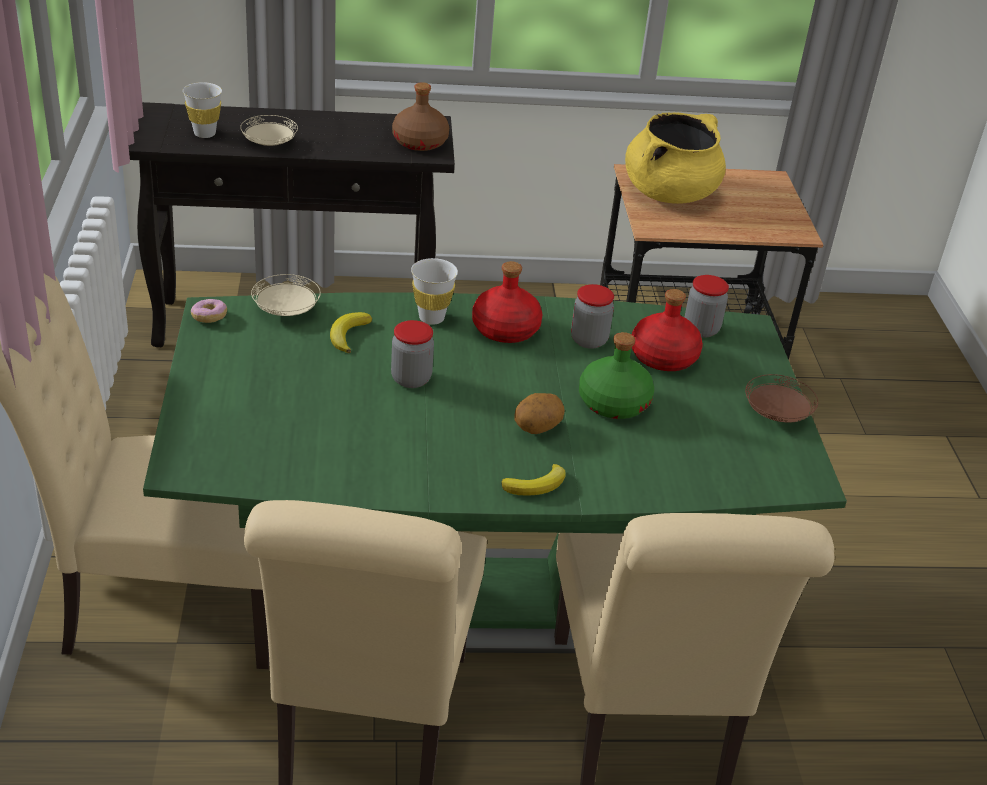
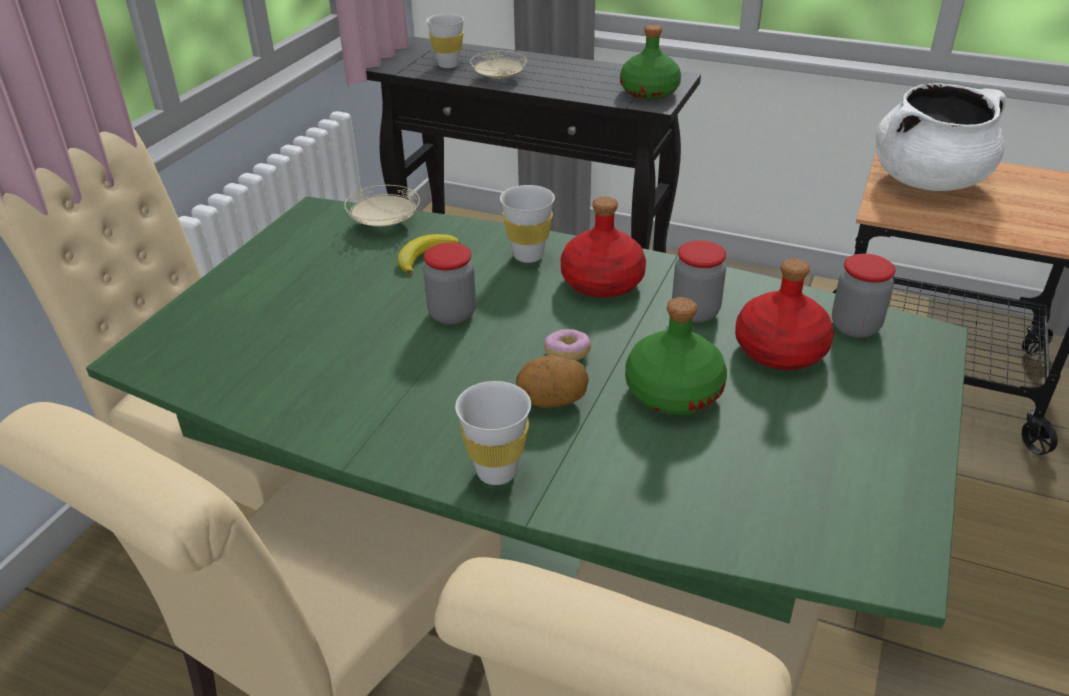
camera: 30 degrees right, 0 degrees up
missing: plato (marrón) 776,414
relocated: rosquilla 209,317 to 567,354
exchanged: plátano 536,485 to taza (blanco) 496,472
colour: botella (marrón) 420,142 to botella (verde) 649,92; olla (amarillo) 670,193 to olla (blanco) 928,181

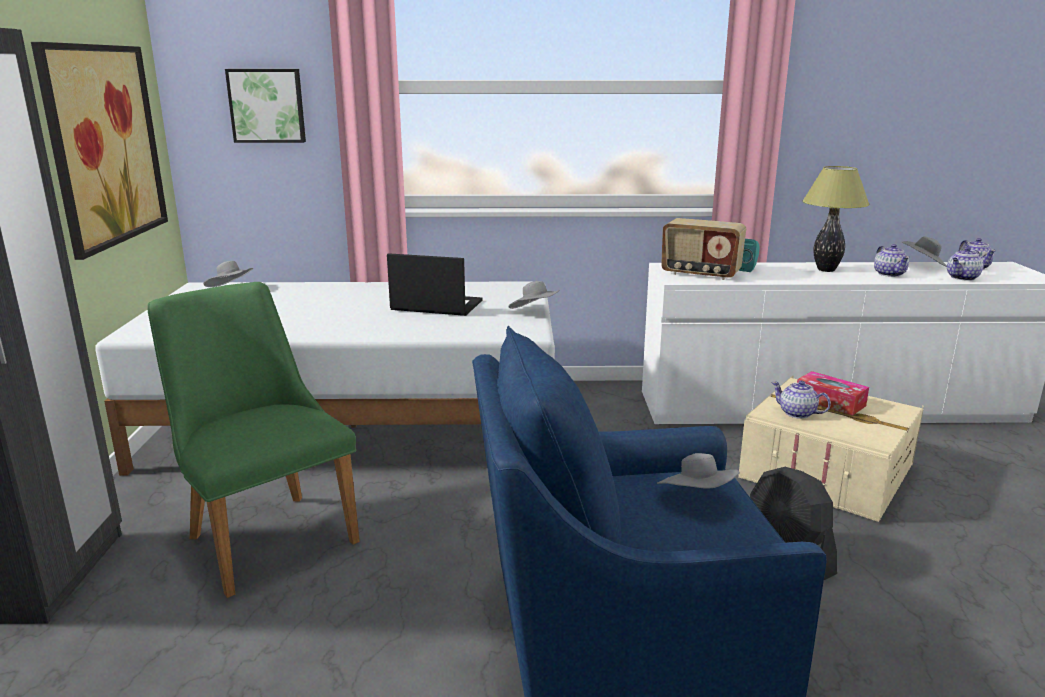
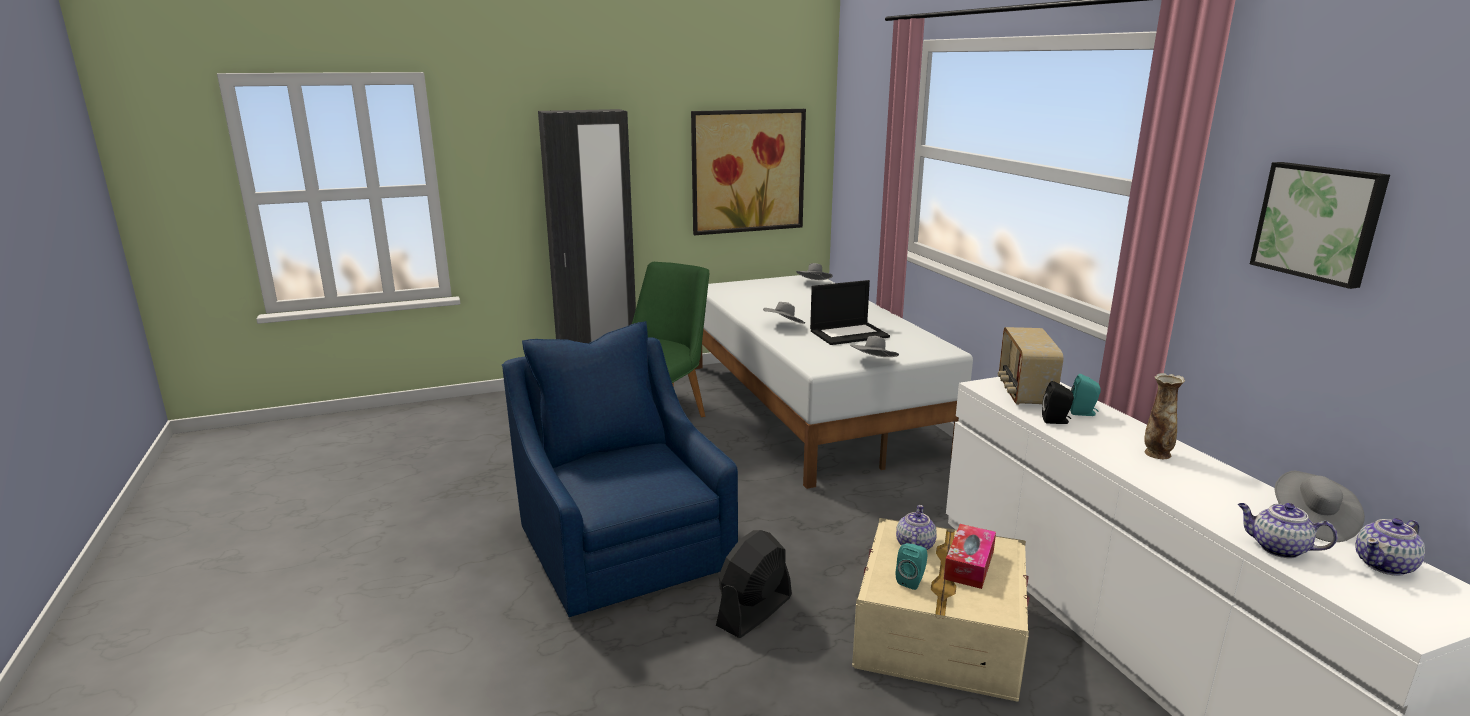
camera: 70 degrees right, 0 degrees up
missing: tetera 889,274
appeared: altavoz (turquesa) 912,580; altavoz (negro) 1056,421
relocated: cuadro 267,106 to 1319,222; sombrero (gris) 697,497 to 784,326
exchanged: lámpara de mesa 825,270 to florero 1156,454
spun: portátil 435,305 = 849,333 75 degrees clockwise

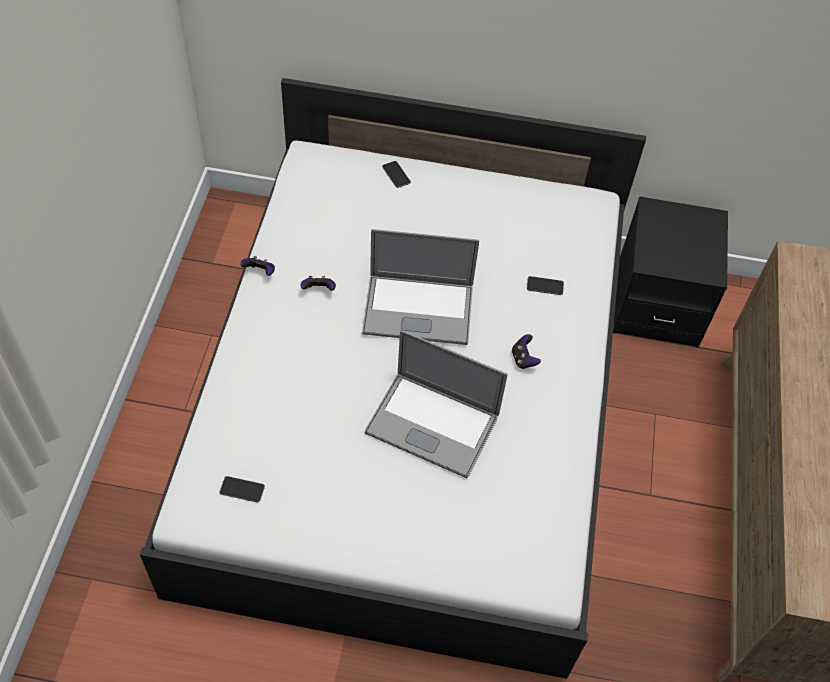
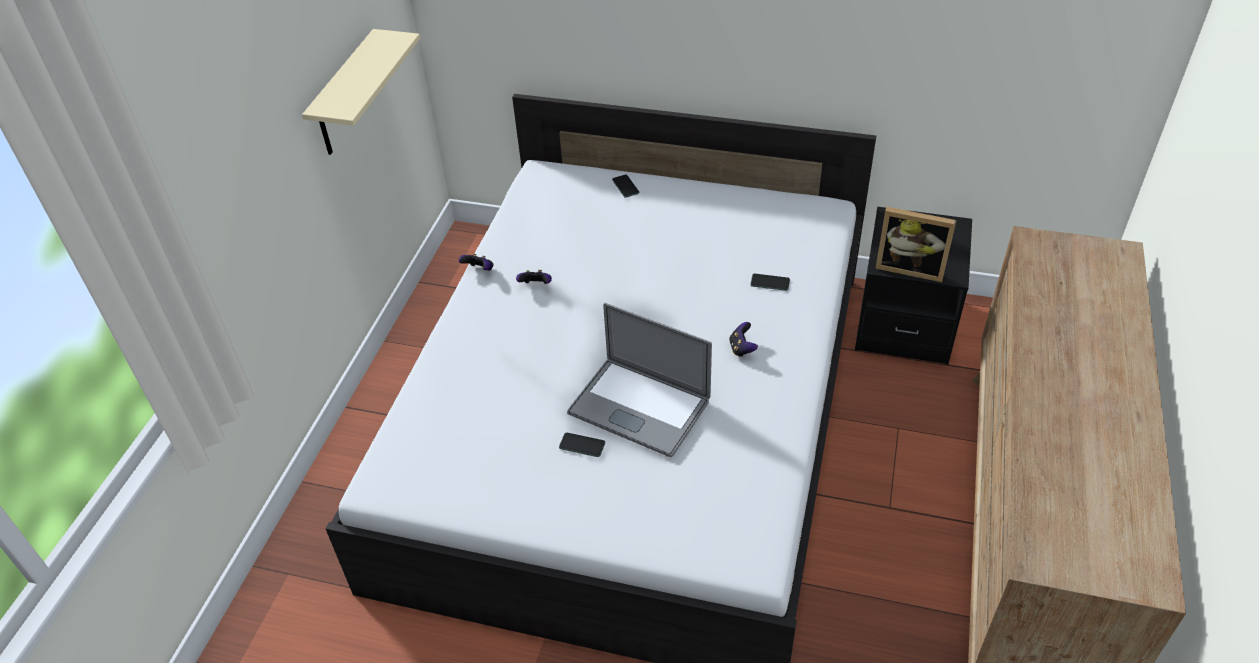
camera: 10 degrees right, 10 degrees down
missing: portátil 418,309
appeared: estante (beis) 346,96; portarretratos 910,268
relocated: móvil 242,489 to 582,445

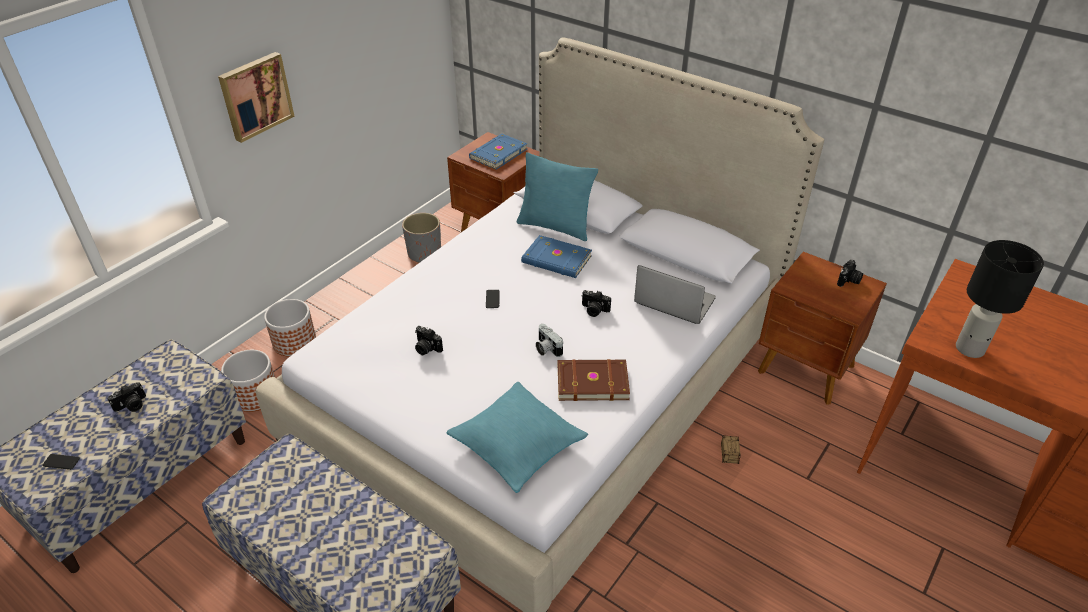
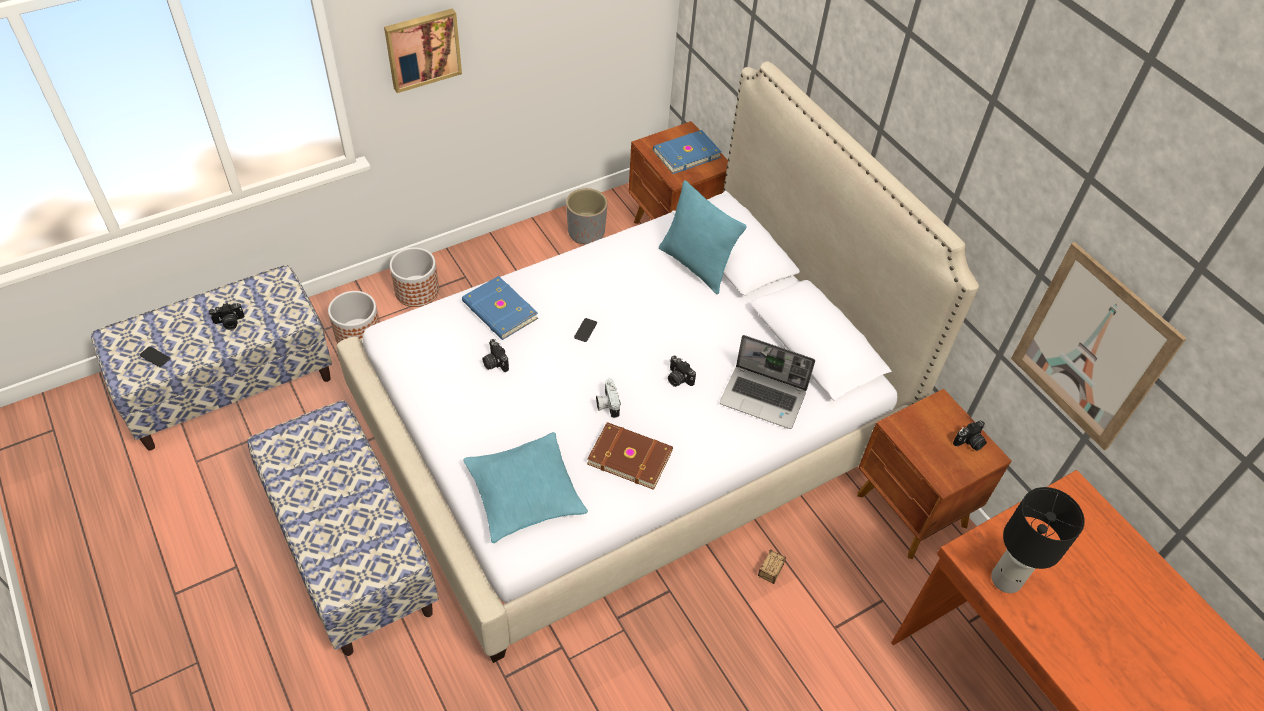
camera: 20 degrees right, 10 degrees up
appeared: cuadro 1091,348
relocated: libro (azul) 556,260 to 499,311
spun: portátil 673,302 = 764,398 150 degrees clockwise

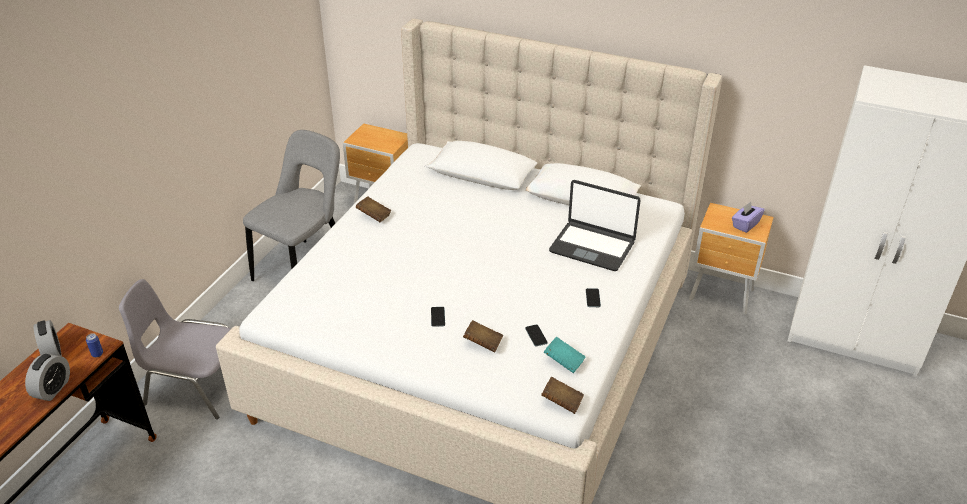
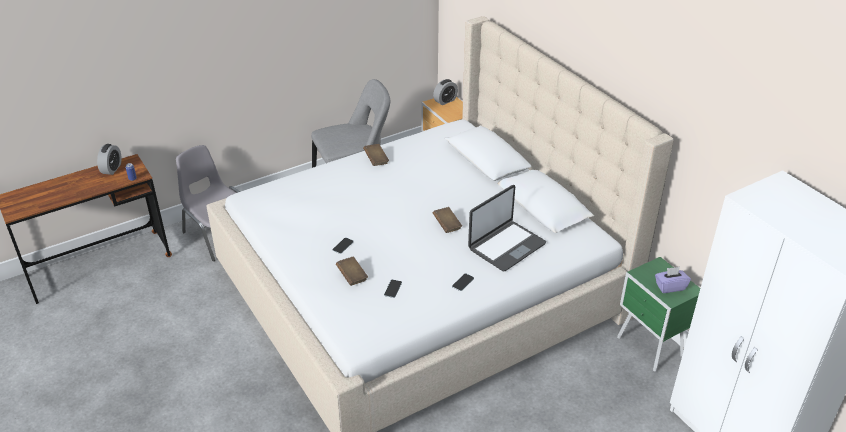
camera: 35 degrees right, 0 degrees up
missing: libro (turquesa) 564,362
relocated: despertador 53,389 to 445,101; libro (marrón) 562,402 to 447,225
colour: mesita de noche (marrón) 722,296 to mesita de noche (verde) 650,348
spun: portátil 592,246 = 506,246 105 degrees counterclockwise

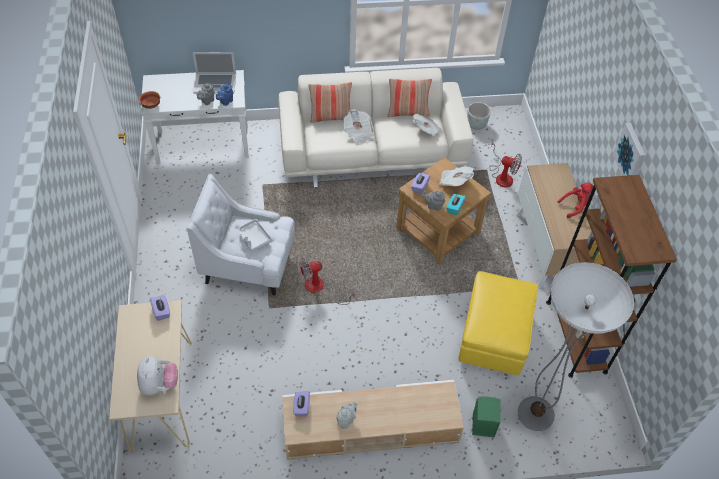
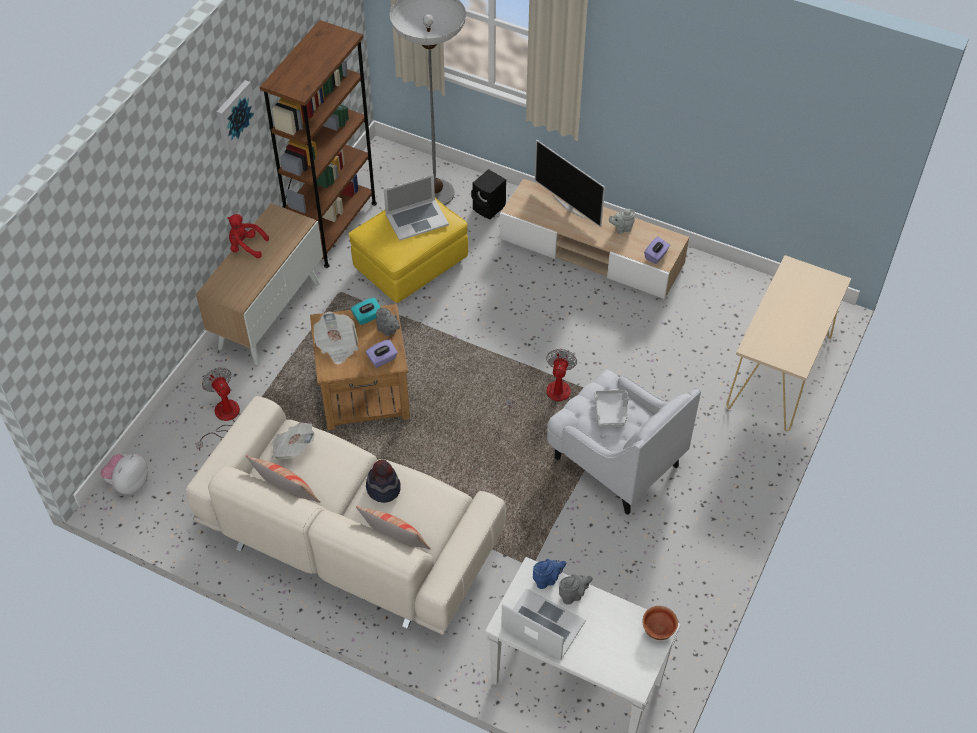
camera: 145 degrees left, 0 degrees up
missing: caja de pañuelos (morado) 162,311; maceta (gris) 476,125
appeared: portátil 416,219; televisor 570,206
relocated: peluche 159,384 to 129,483
exchanged: periódico 358,133 to sombrero 383,488
colour: altavoz (verde) 482,424 to altavoz (negro) 489,208
spun: ventilador 320,288 = 549,395 90 degrees counterclockwise

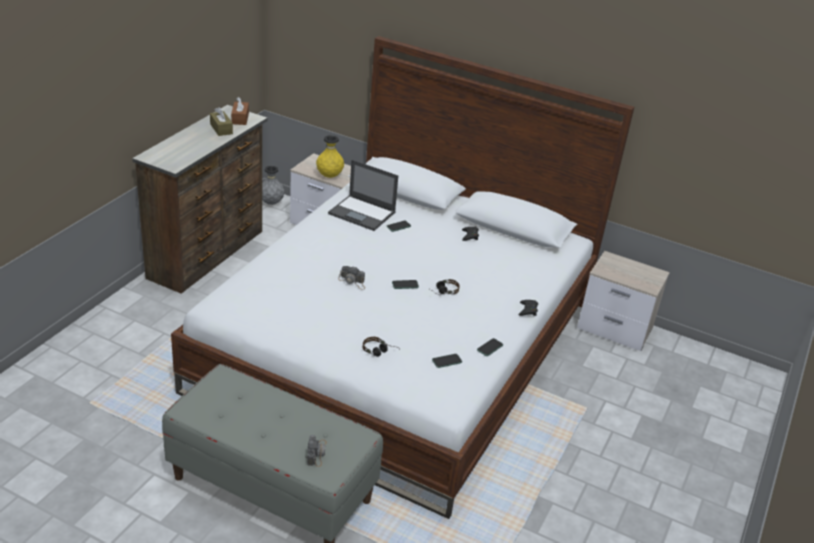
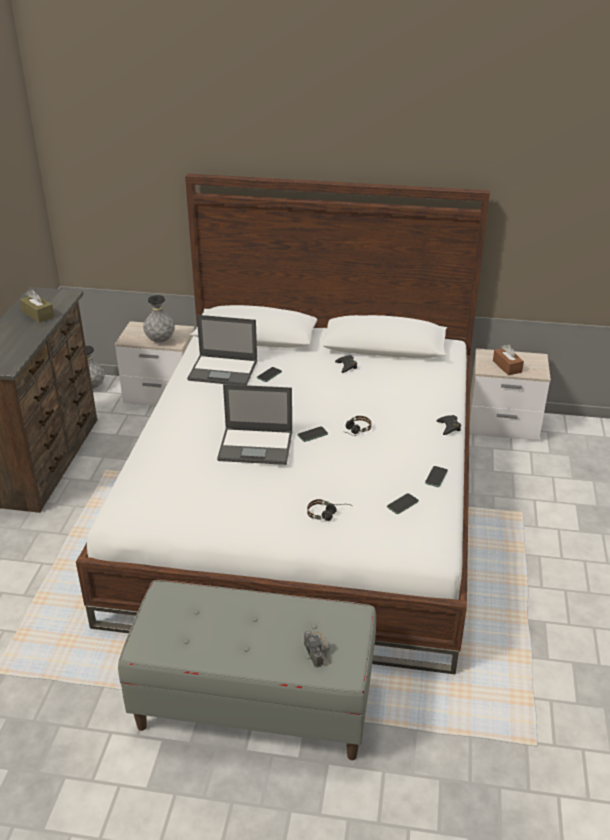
camera: 15 degrees left, 0 degrees up
relocated: caja de pañuelos (marrón) 240,118 to 507,366
exchanged: cámara 352,281 to portátil 256,446
colour: florero (amarillo) 329,176 to florero (gris) 160,341

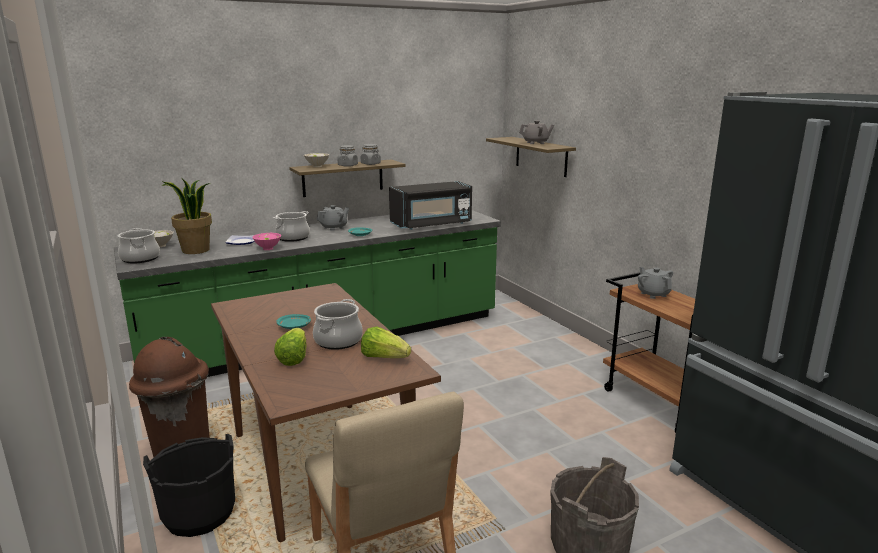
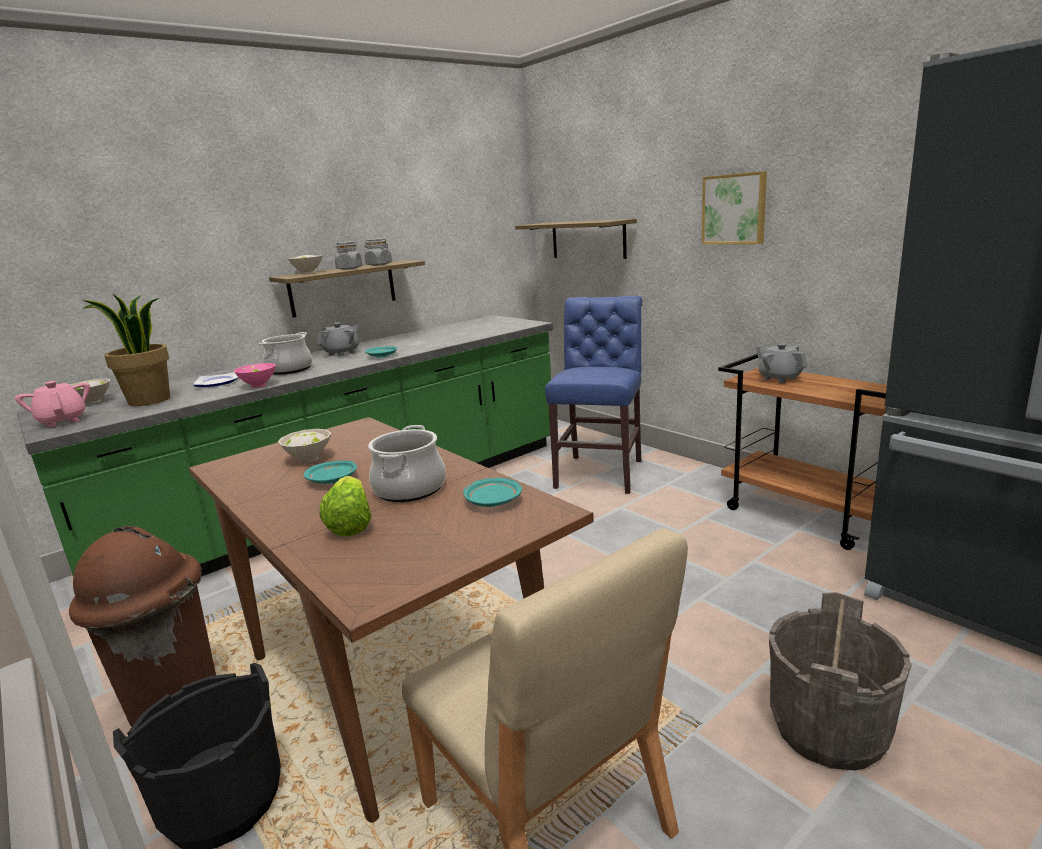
camera: 10 degrees left, 0 degrees up
missing: microondas (negro) 431,224; tetera (gris) 536,143
appeared: cuenco (blanco) 308,459; silla (azul) 601,472; cuadro 734,209
exchanged: olla 140,259 to tetera (rosa) 63,421; lechuga 384,357 to plato (turquesa) 492,501

